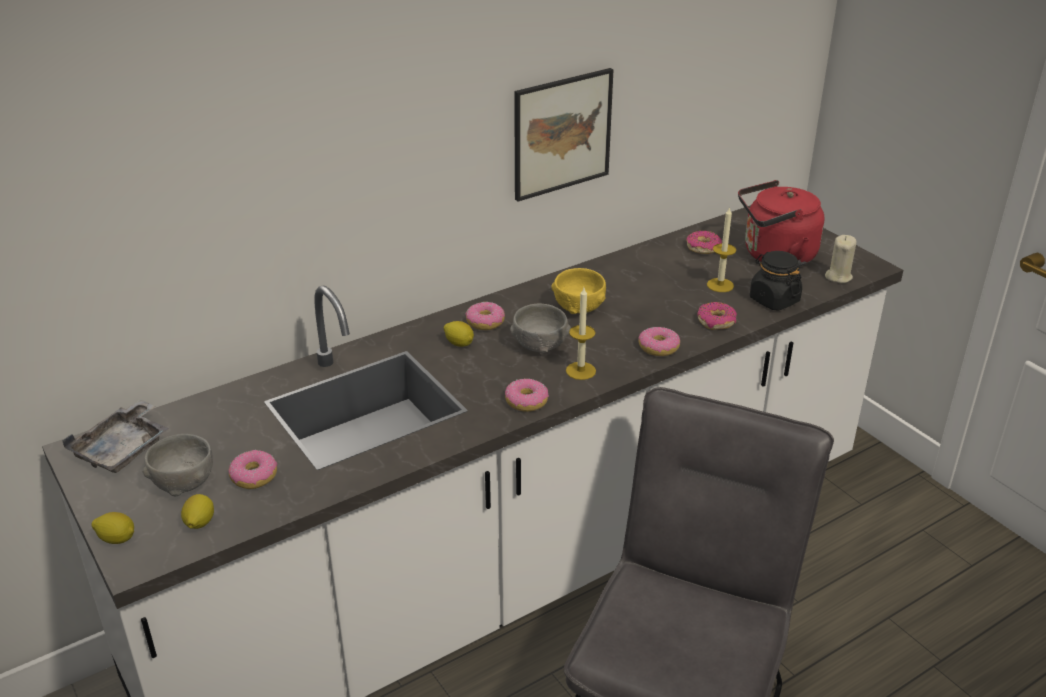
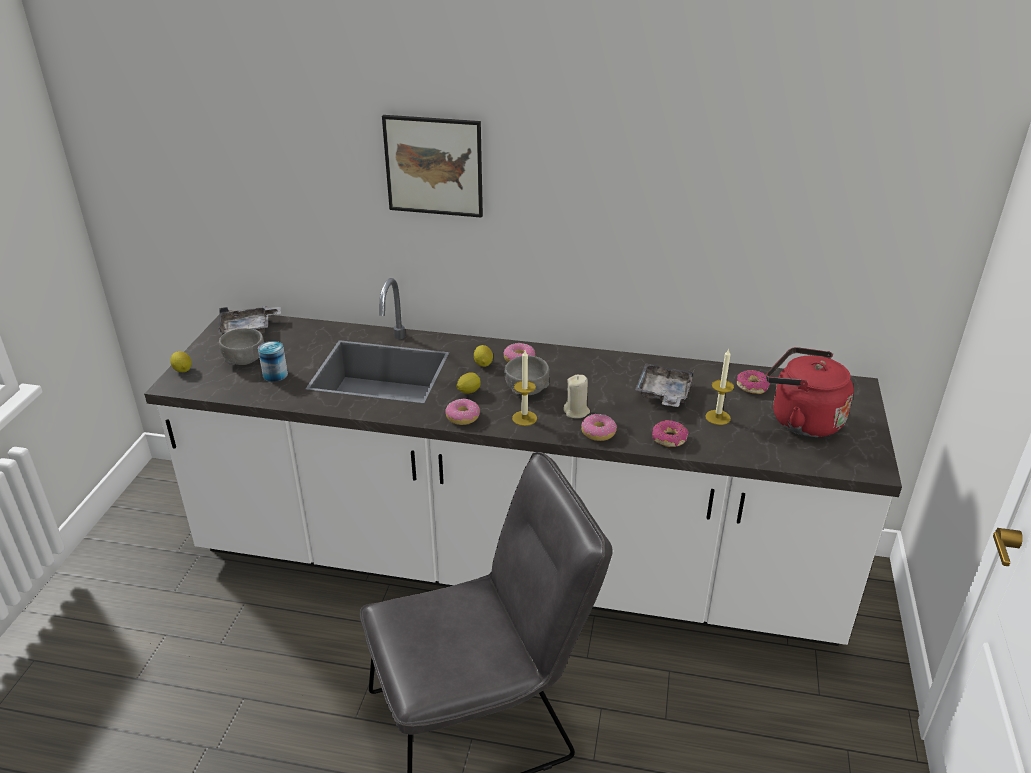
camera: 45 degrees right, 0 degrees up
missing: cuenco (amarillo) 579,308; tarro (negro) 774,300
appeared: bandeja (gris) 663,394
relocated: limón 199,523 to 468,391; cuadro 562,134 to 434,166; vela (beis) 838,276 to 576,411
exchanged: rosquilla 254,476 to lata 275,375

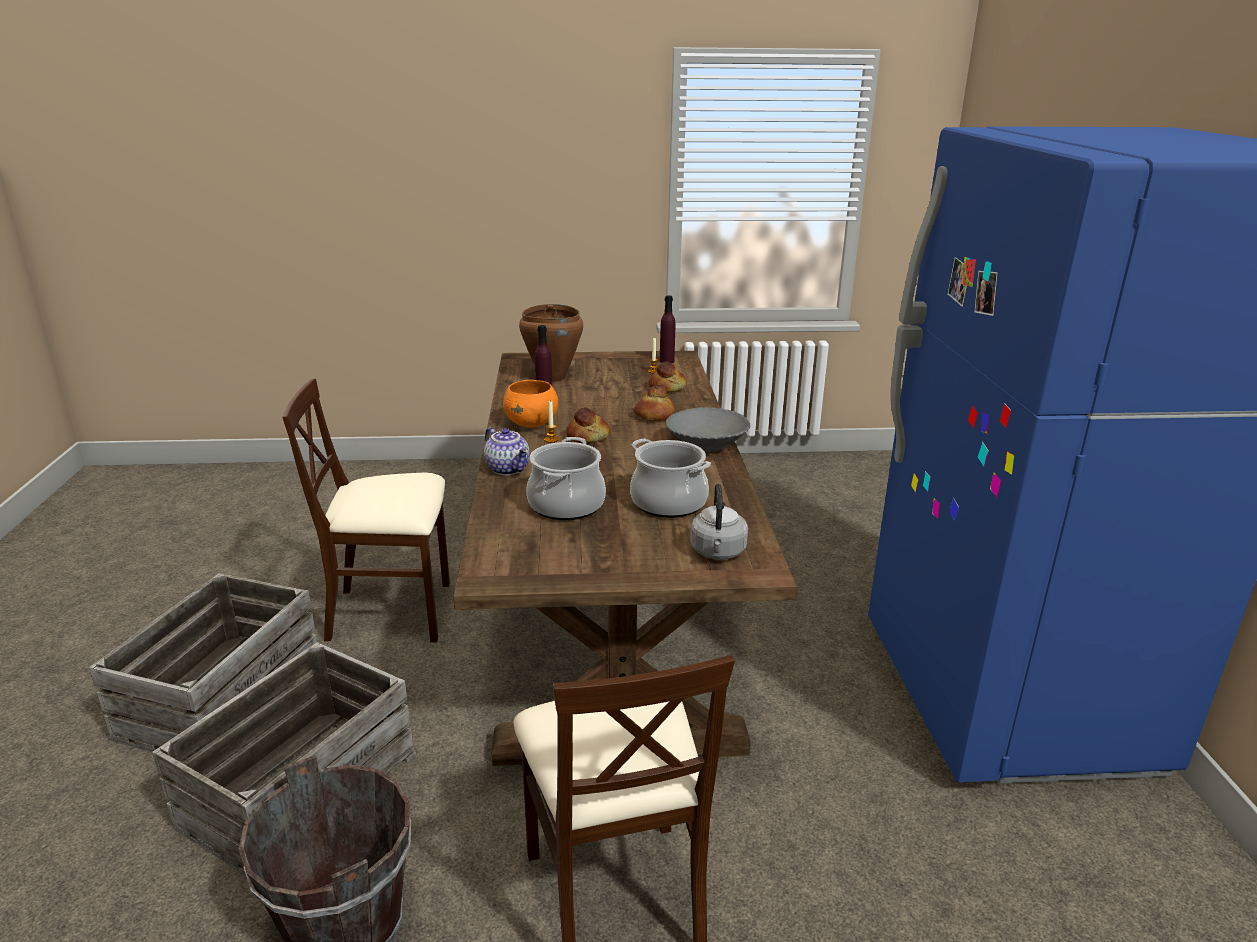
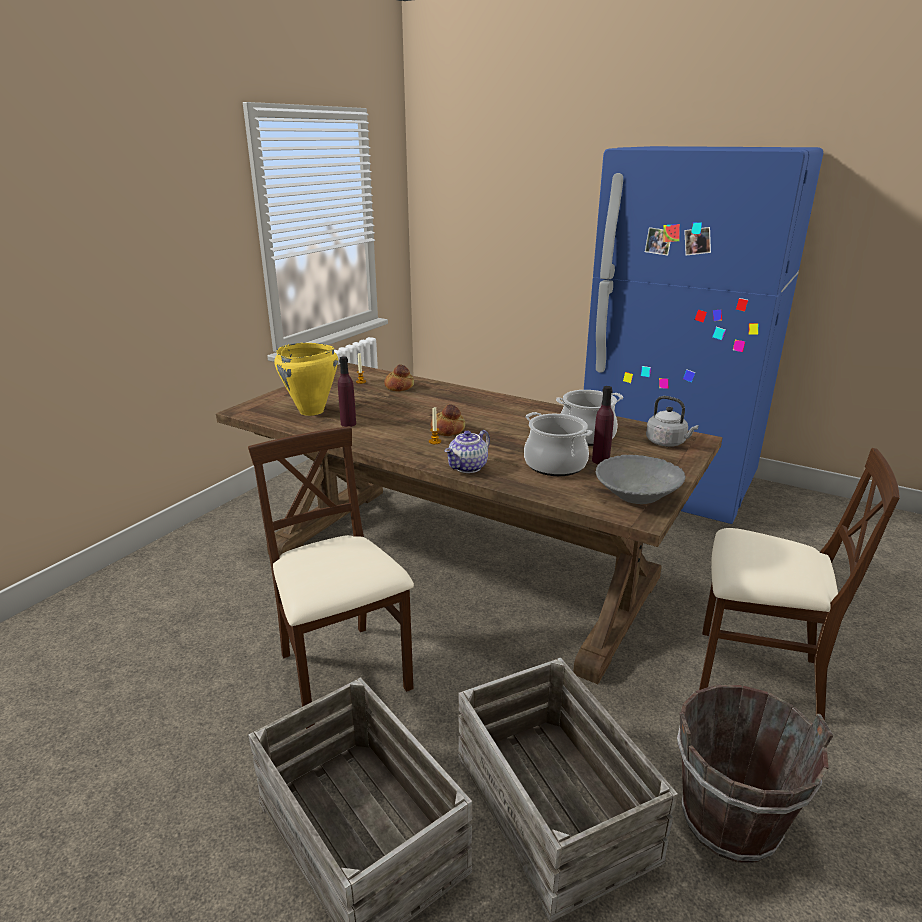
camera: 55 degrees left, 0 degrees up
missing: cuenco (naranja) 532,424; pan 654,416
relocated: botella (morado) 666,361 to 600,460; cuenco (gris) 706,445 to 636,495
colour: olla (marrón) 552,378 to olla (amarillo) 311,411
spun: silla (beis) 392,612 = 343,674 120 degrees clockwise; tetera 509,469 = 468,468 135 degrees clockwise

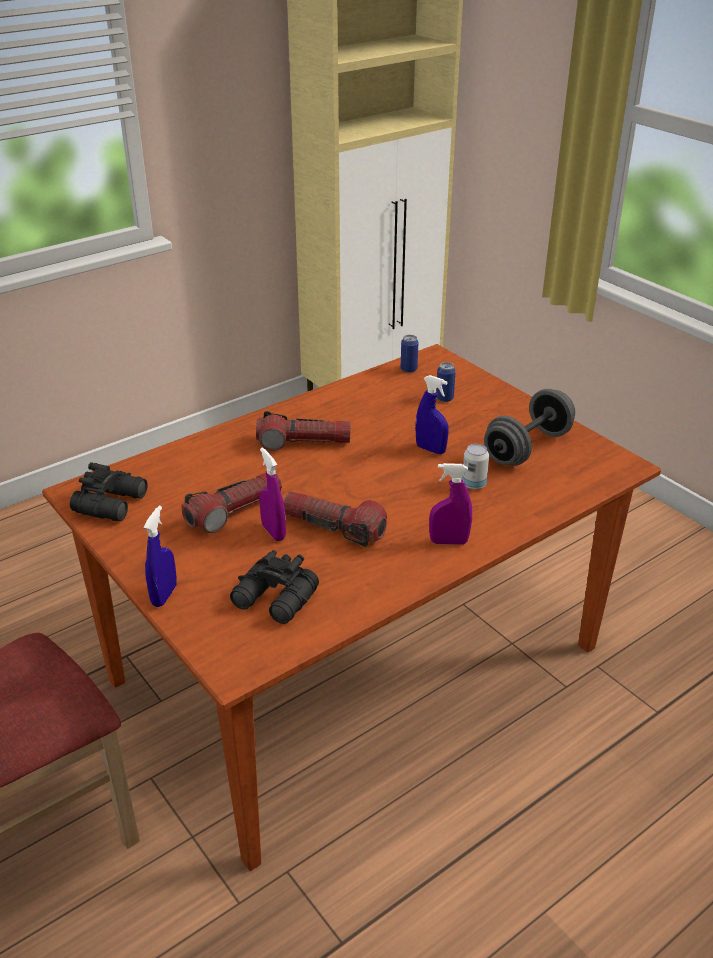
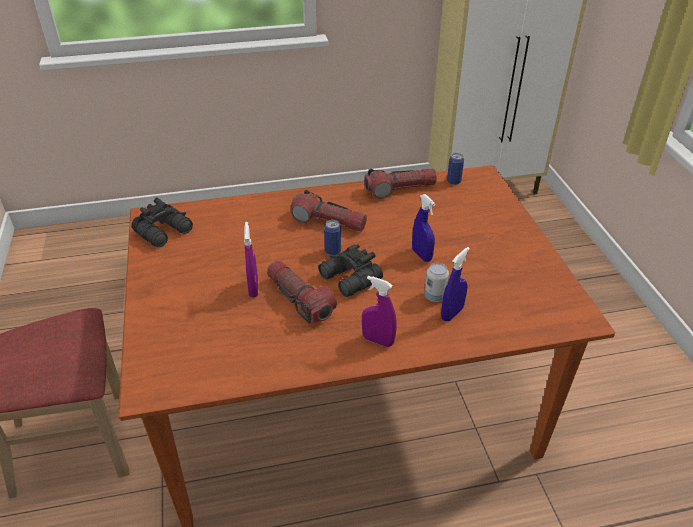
camera: 25 degrees right, 5 degrees up
missing: mancuerna (gris) 527,447
relocated: pulverizador (azul) 164,595 to 452,313; linterna 234,511 to 400,189; prismáticos (negro) 275,600 to 350,279; lata 444,398 to 332,251

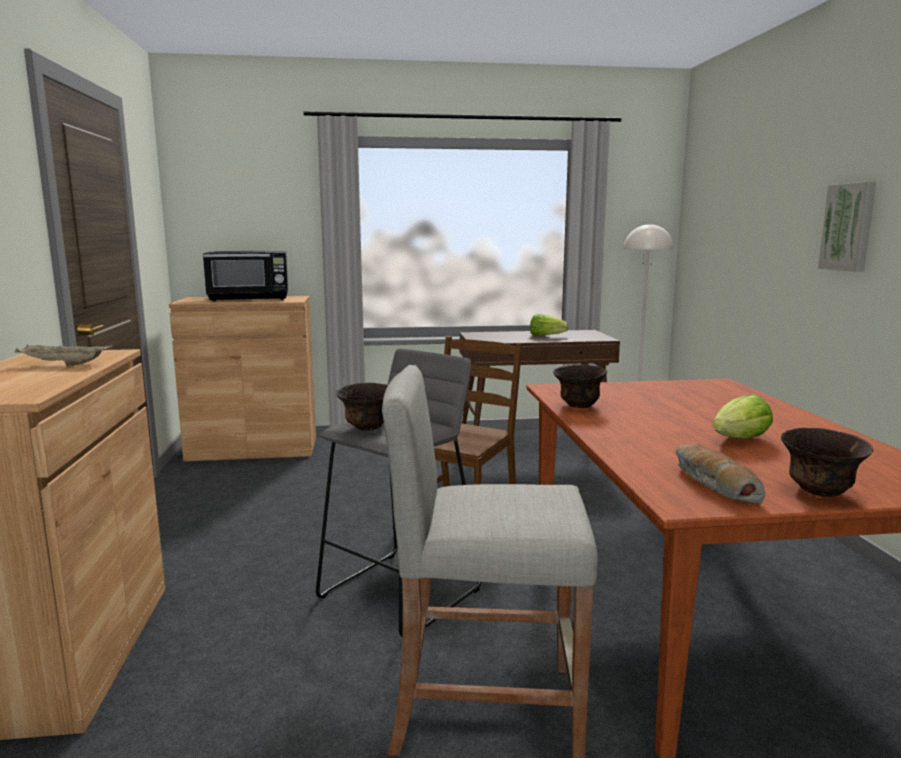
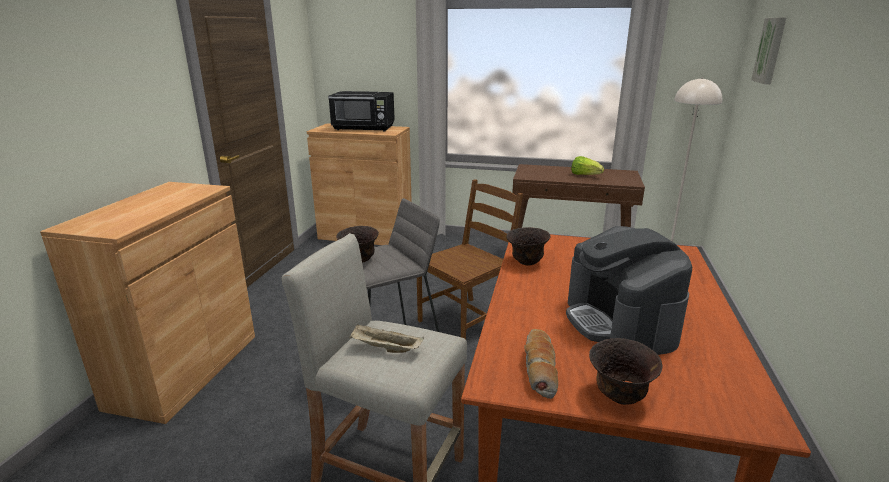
camera: 20 degrees right, 10 degrees up
relocated: bandeja (beis) 63,364 to 385,349; cuadro 849,227 to 771,50
exchanged: lechuga 740,439 to cafetera 620,323

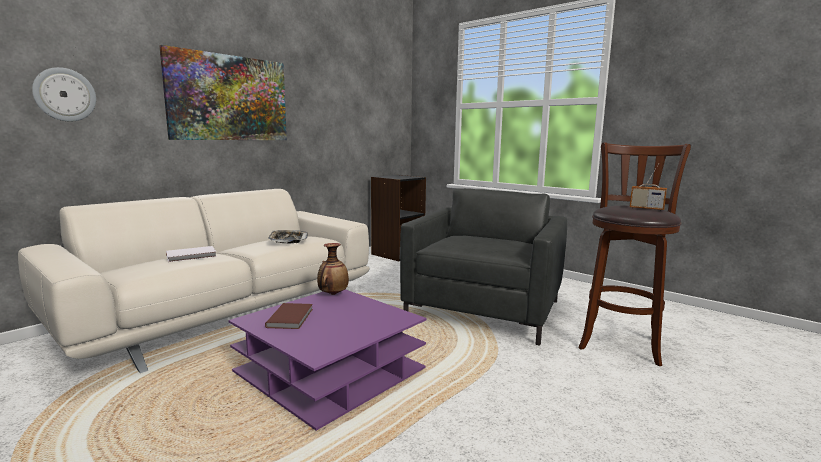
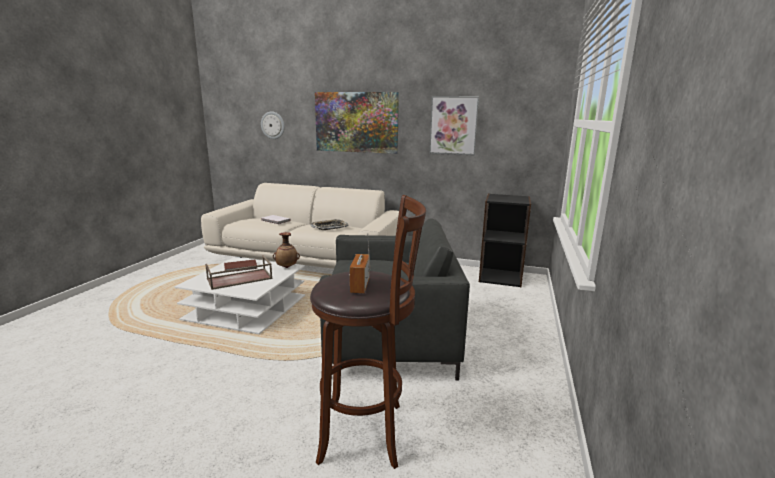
camera: 65 degrees right, 5 degrees up
appeared: bandeja (marrón) 239,279; cuadro 453,125
colour: mesa de centro (morado) 330,371 to mesa de centro (blanco) 246,308

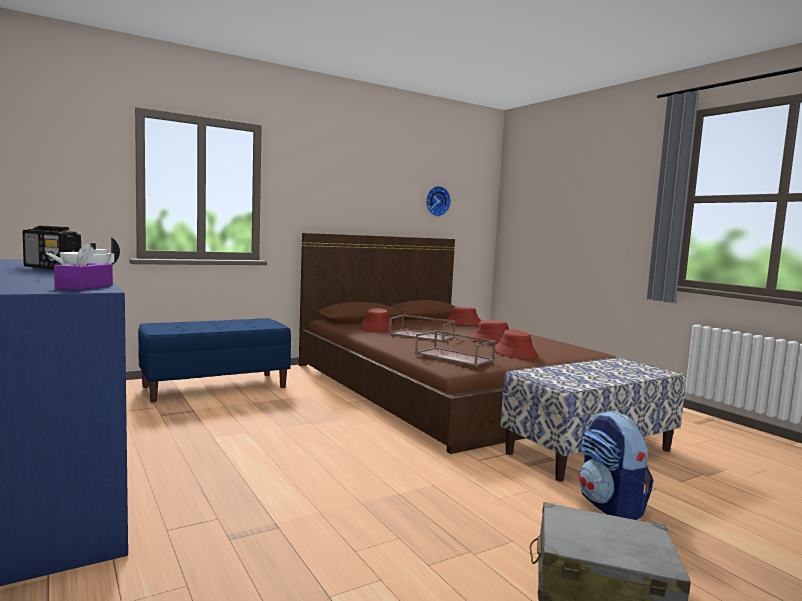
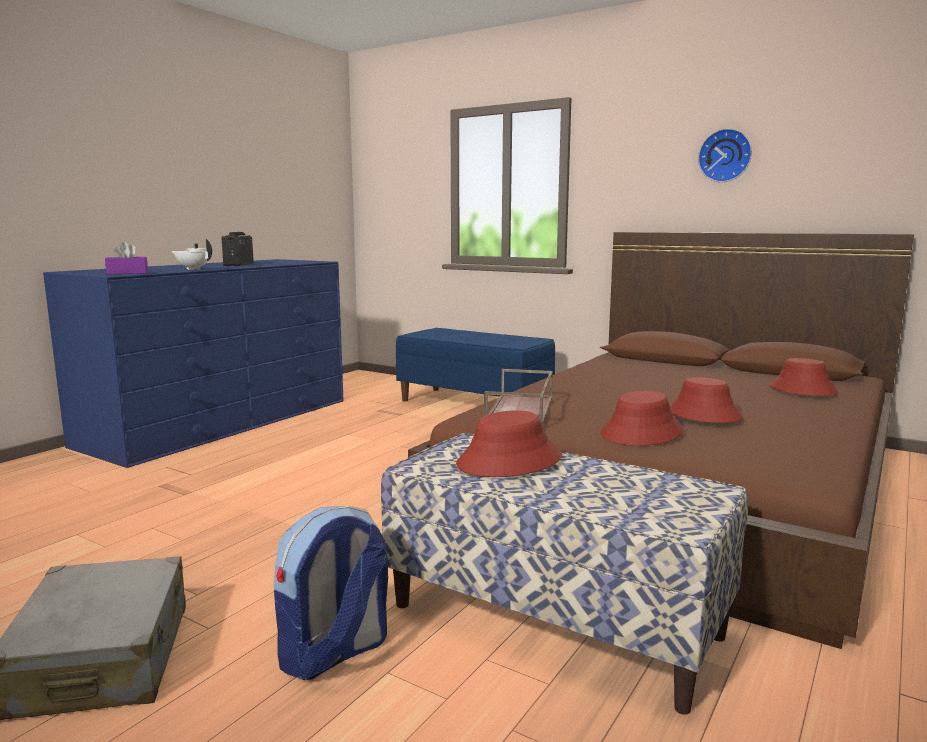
camera: 65 degrees right, 5 degrees up
missing: bandeja (marrón) 422,335
relocated: sombrero (rojo) 377,327 to 509,461; reloj de pared 436,201 to 725,155

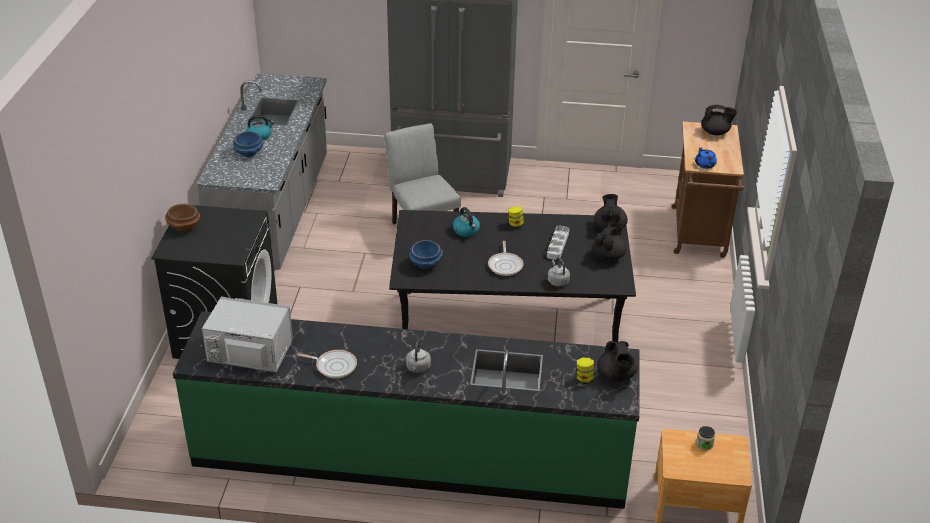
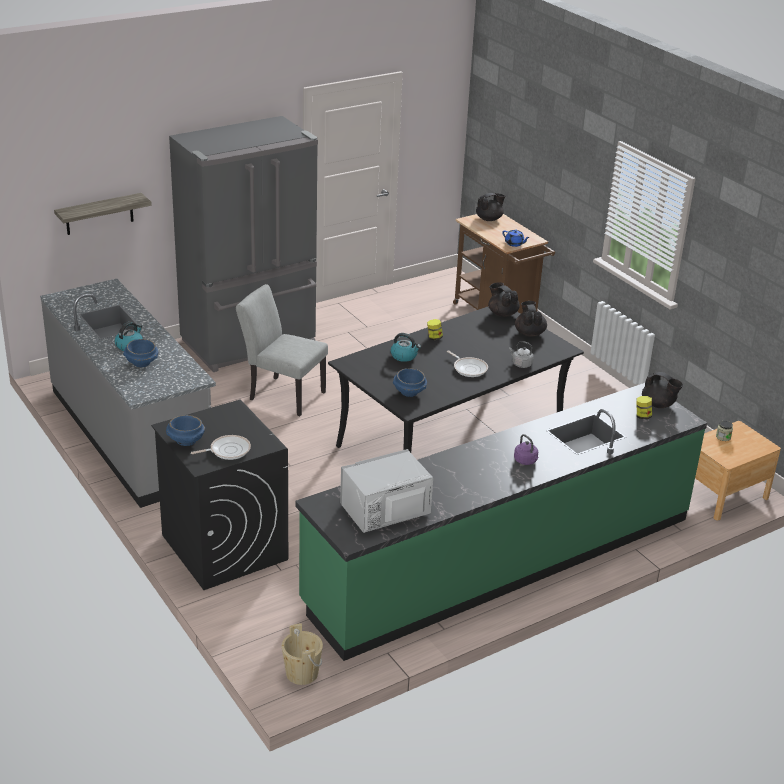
camera: 40 degrees left, 5 degrees down
missing: bandeja (gris) 557,245
appeared: estante 99,214; cubo (beis) 302,673
relocated: sartén 334,366 to 227,450
colour: cuenco (marrón) 184,227 to cuenco (azul) 185,441; hervidor (gris) 418,368 to hervidor (morado) 526,461

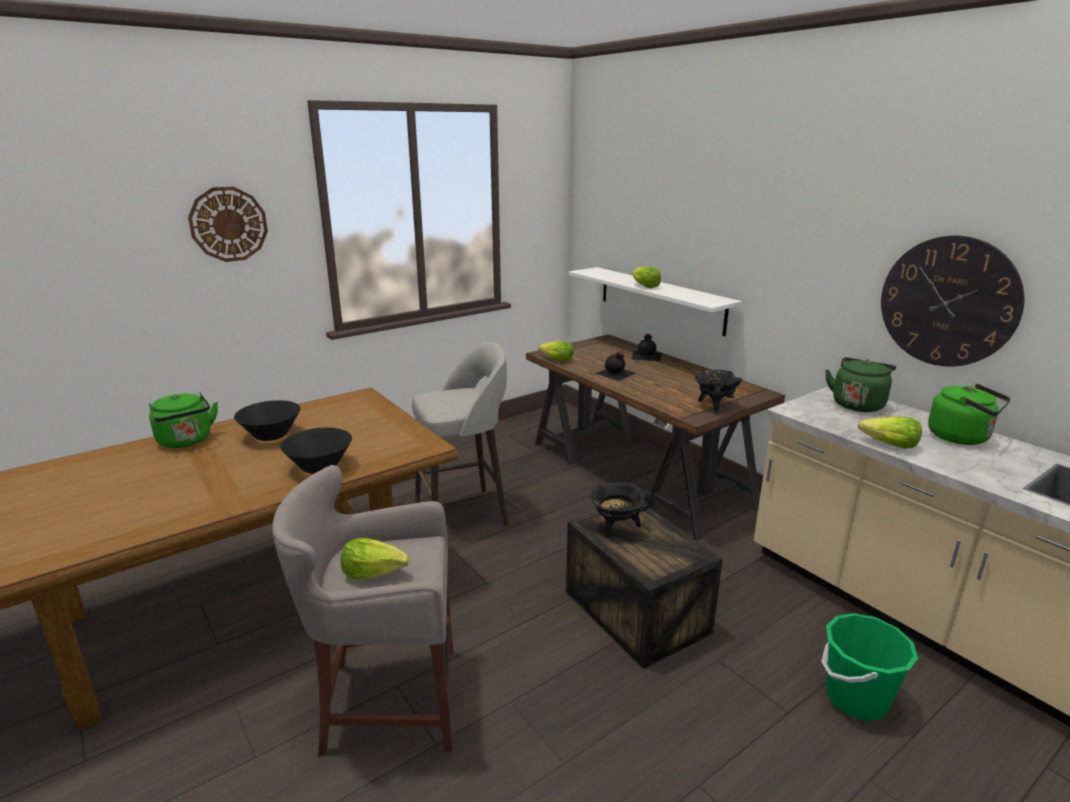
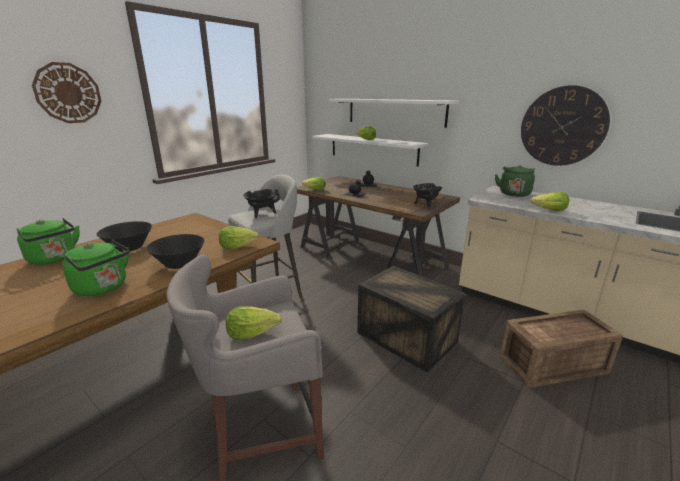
camera: 15 degrees left, 0 degrees up
appeared: lechuga 238,246; estante (blanco) 395,112
relocated: olla (negro) 616,527 to 262,214; hervidor (verde) 962,438 to 103,288
exchanged: cubo (verde) 856,698 to caja de embalaje 555,365

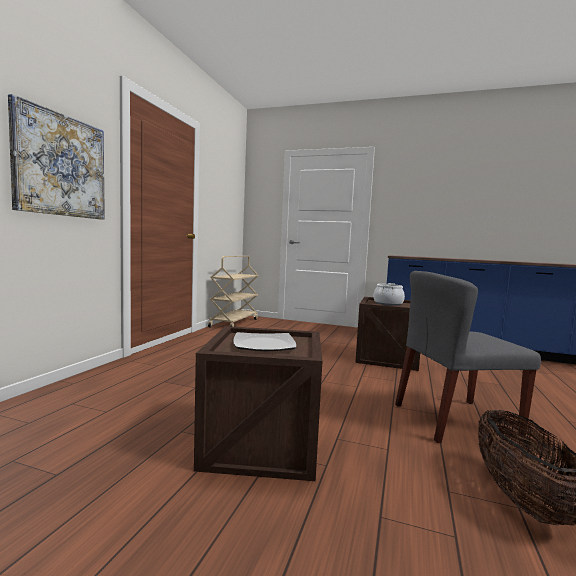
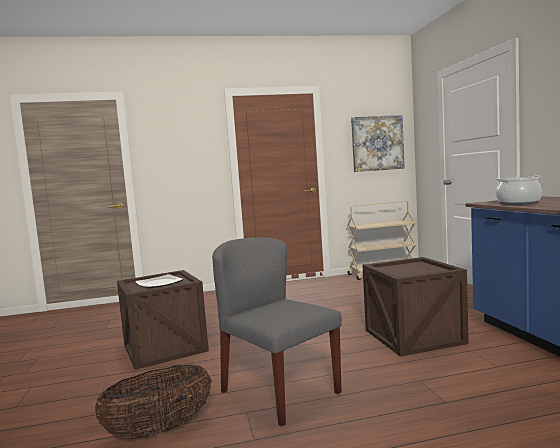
camera: 60 degrees right, 0 degrees up
relocated: cuadro 60,165 to 377,143; olla 388,303 to 518,203

